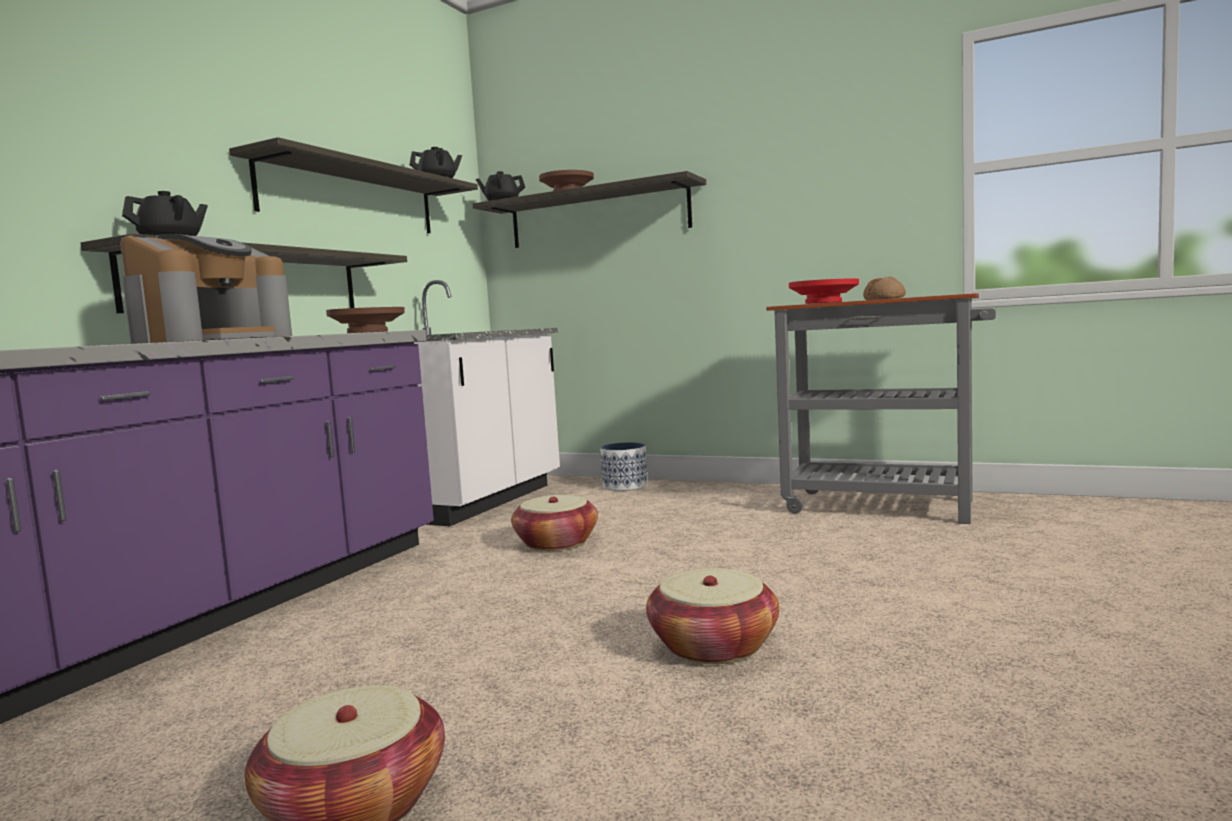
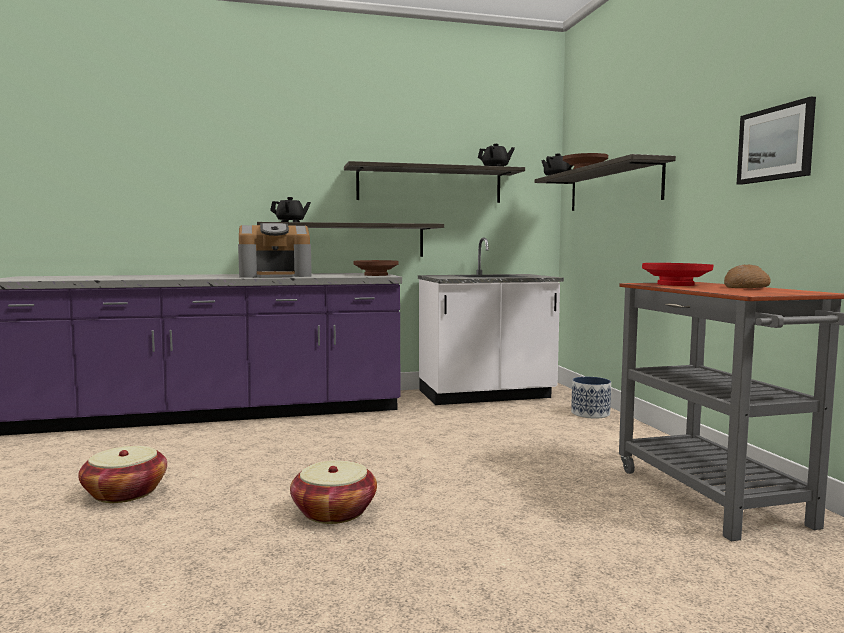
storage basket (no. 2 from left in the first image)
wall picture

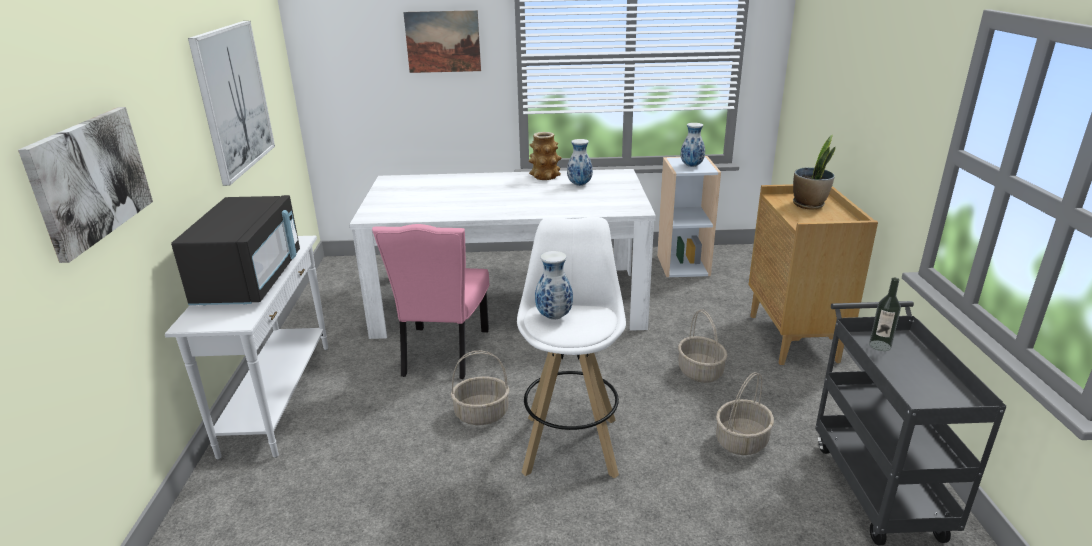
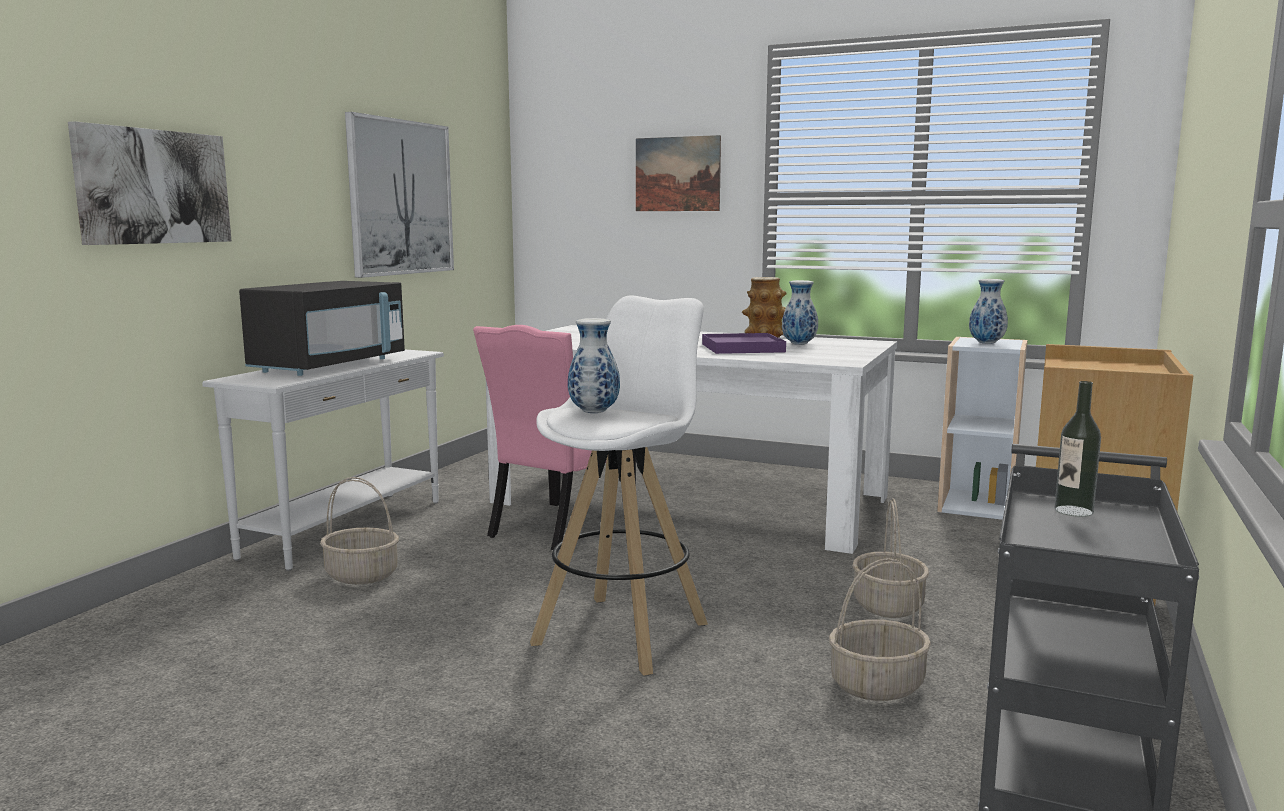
potted plant
storage basket (no. 1 from left)
purple-coloured tray

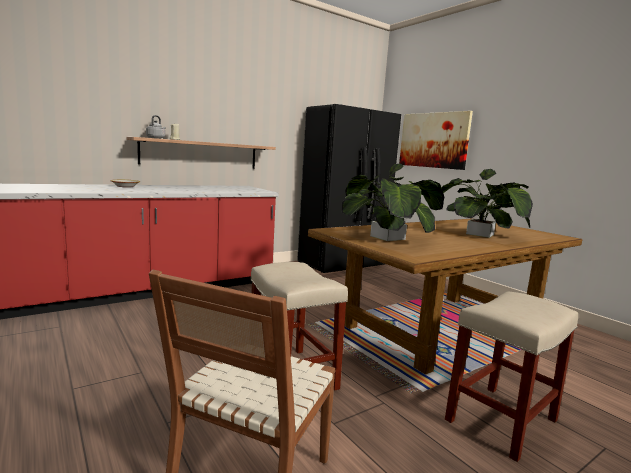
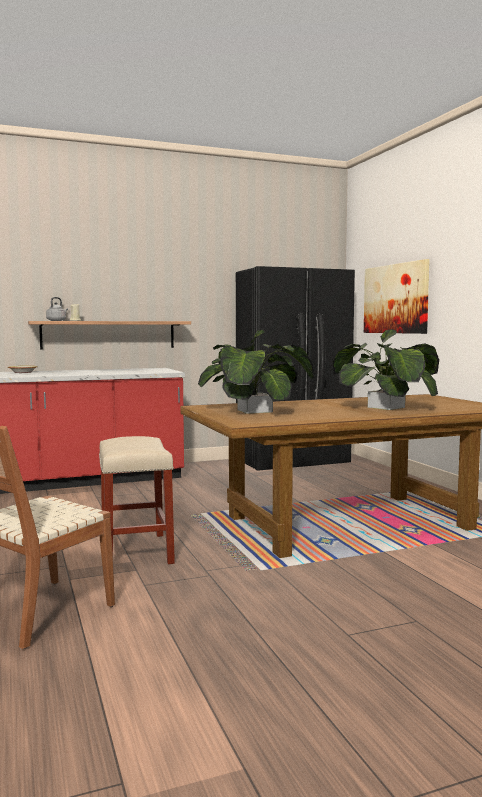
beige stool (no. 2 from left in the first image)

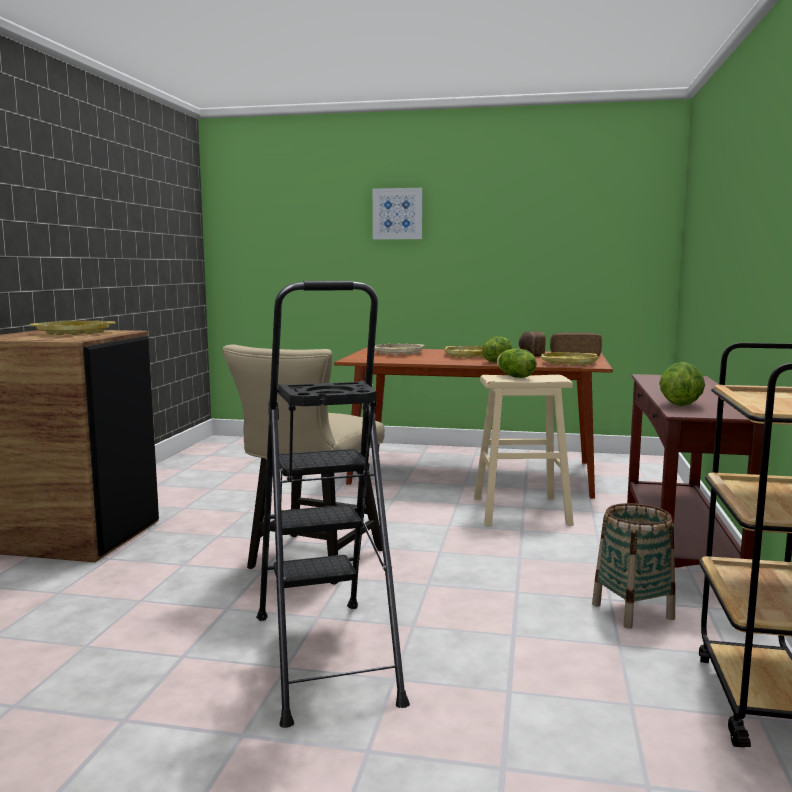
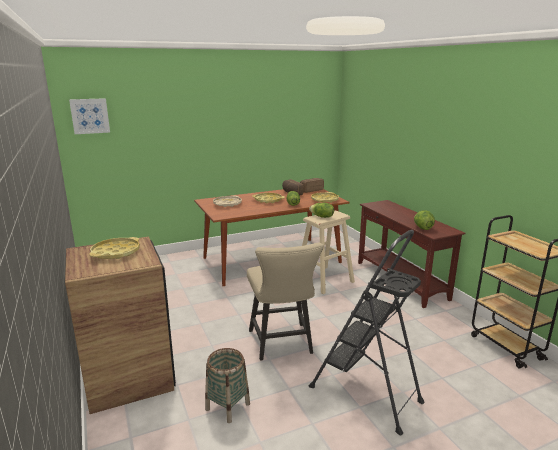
wall picture
storage basket

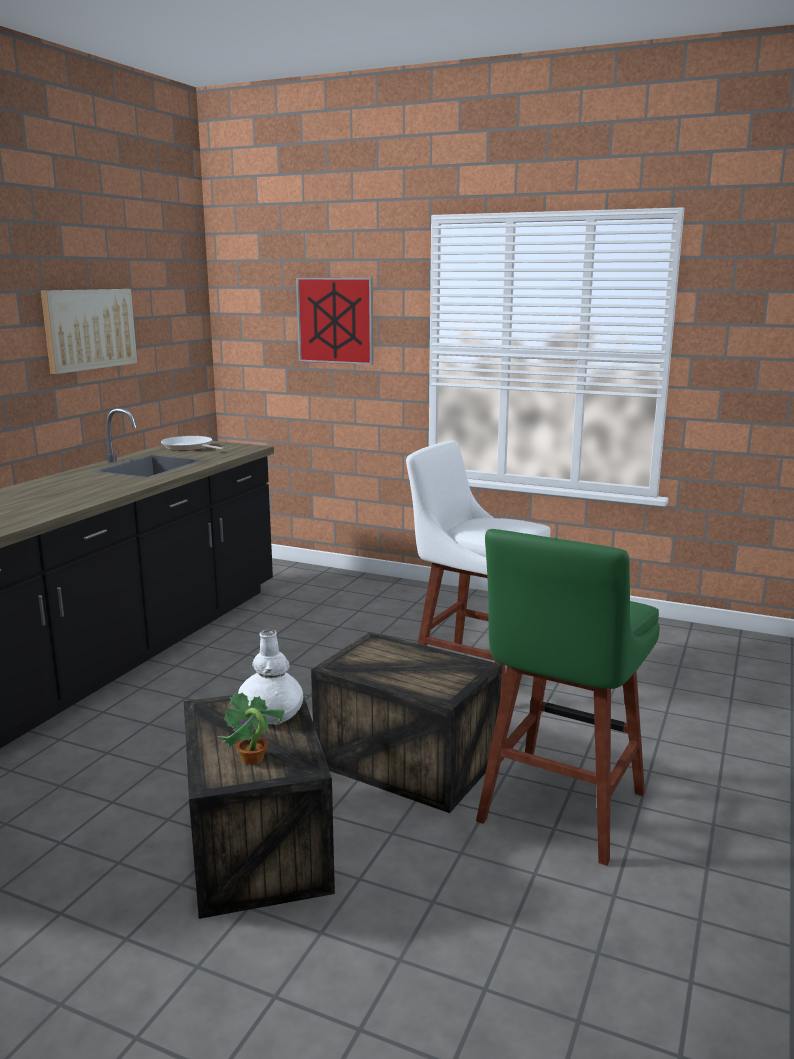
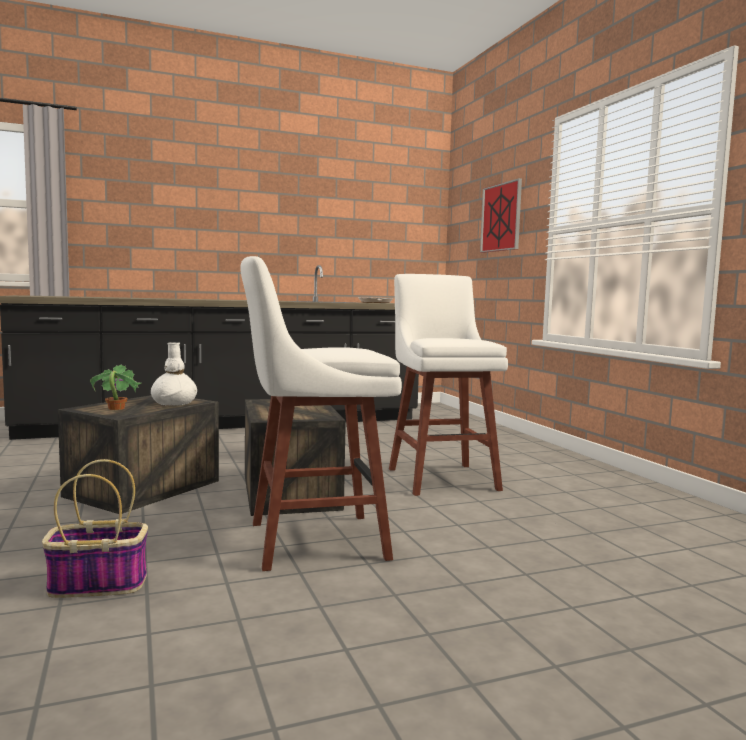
wall picture (no. 1 from left in the first image)
white stool (no. 1 from left)
storage basket

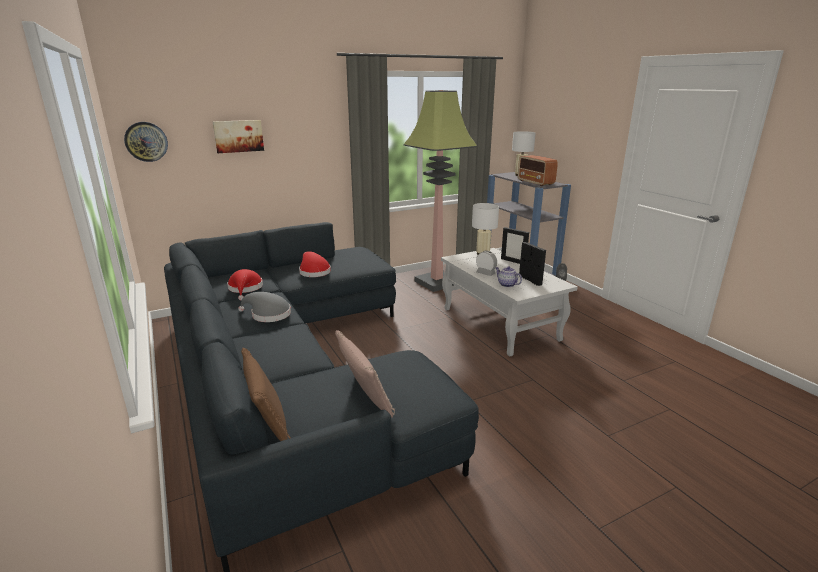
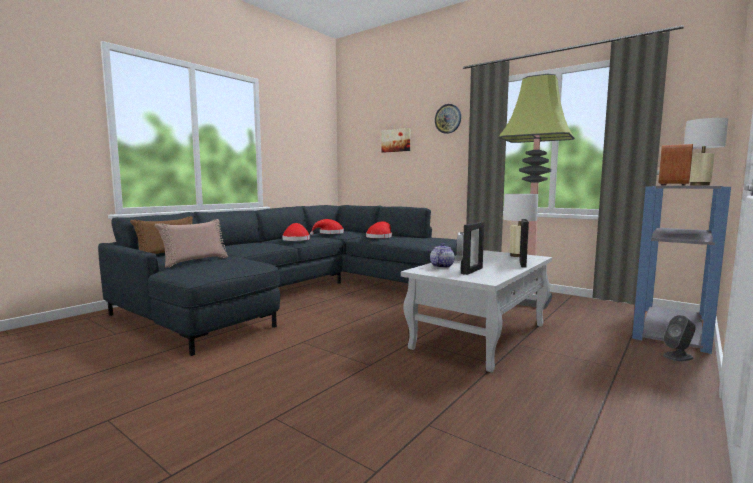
hanging clock
reddish hat (no. 1 from left)

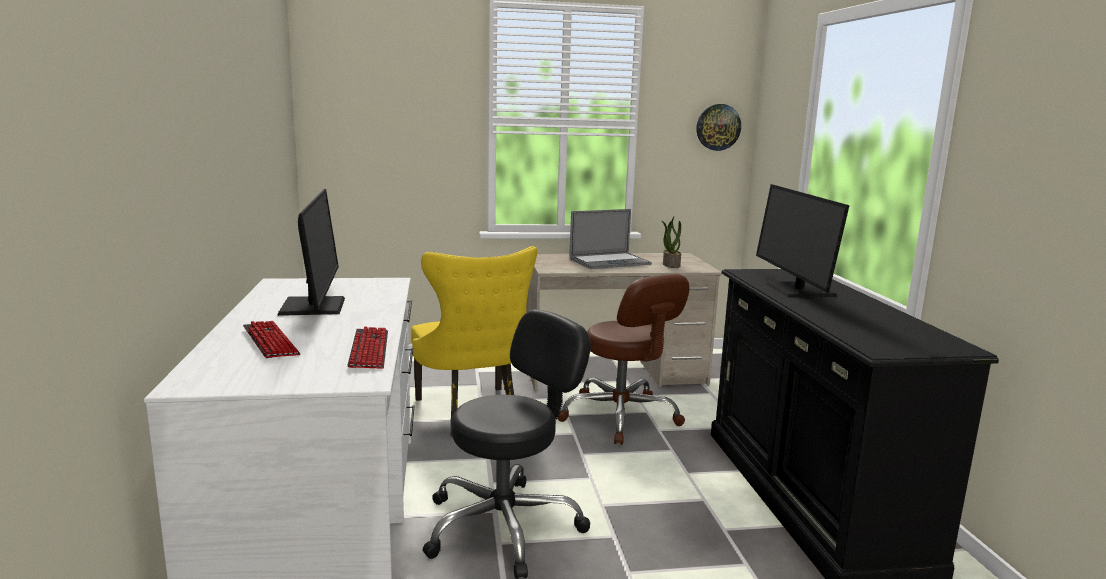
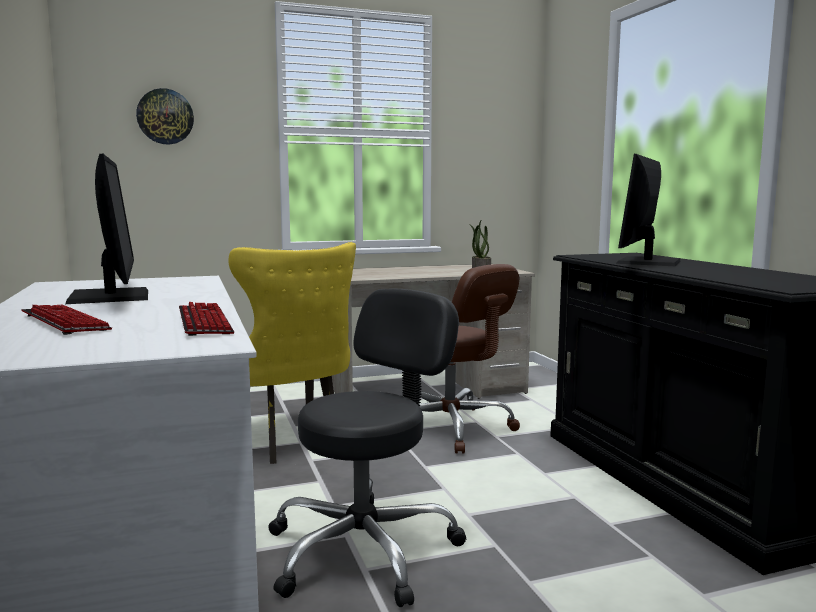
hanging clock
monitor (no. 2 from left)
laptop

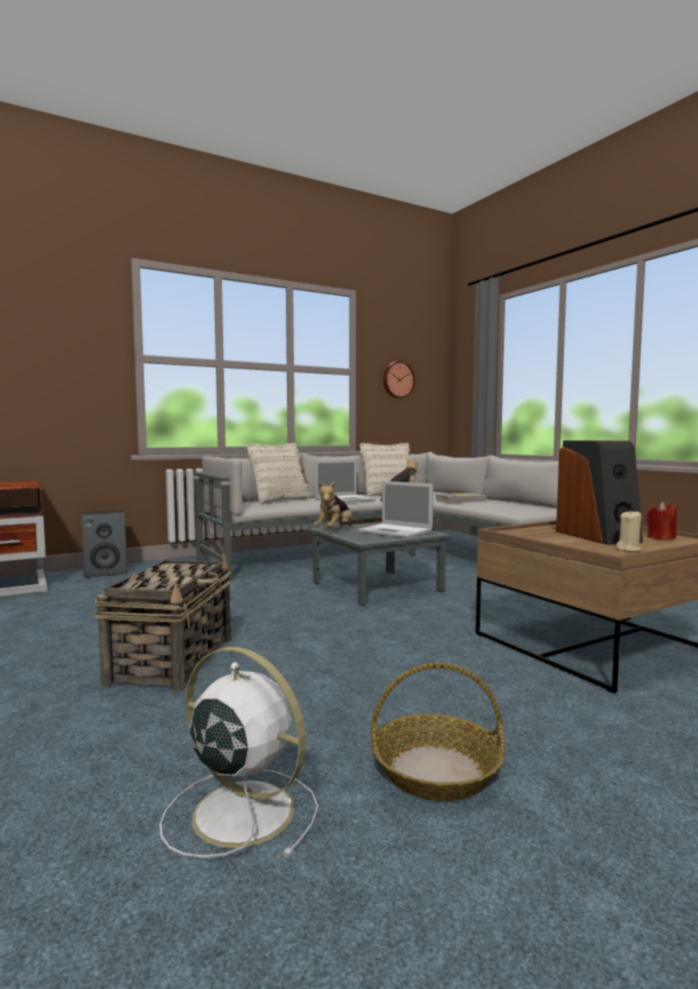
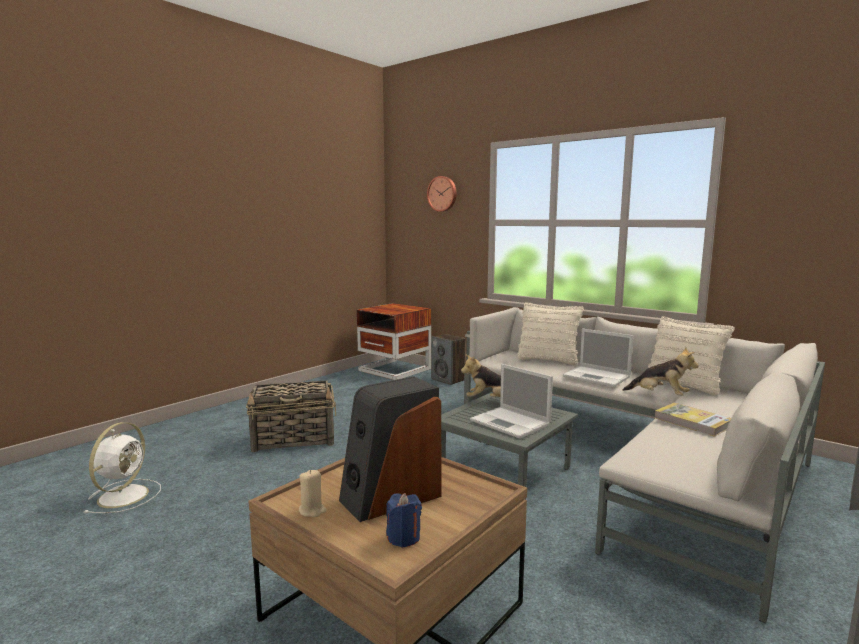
hanging clock
laptop (no. 1 from left)
bluish candle
storage basket (no. 2 from left in the first image)

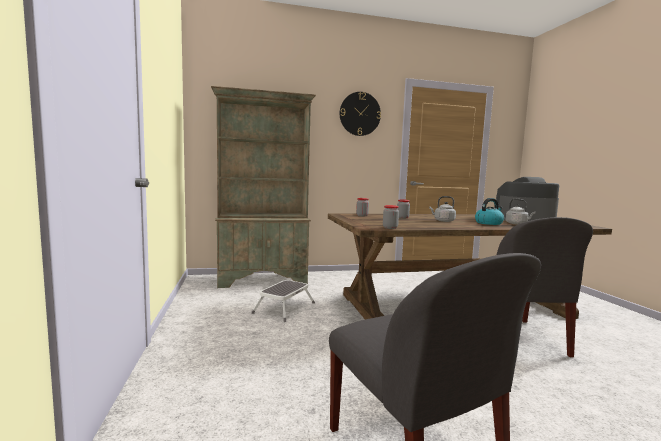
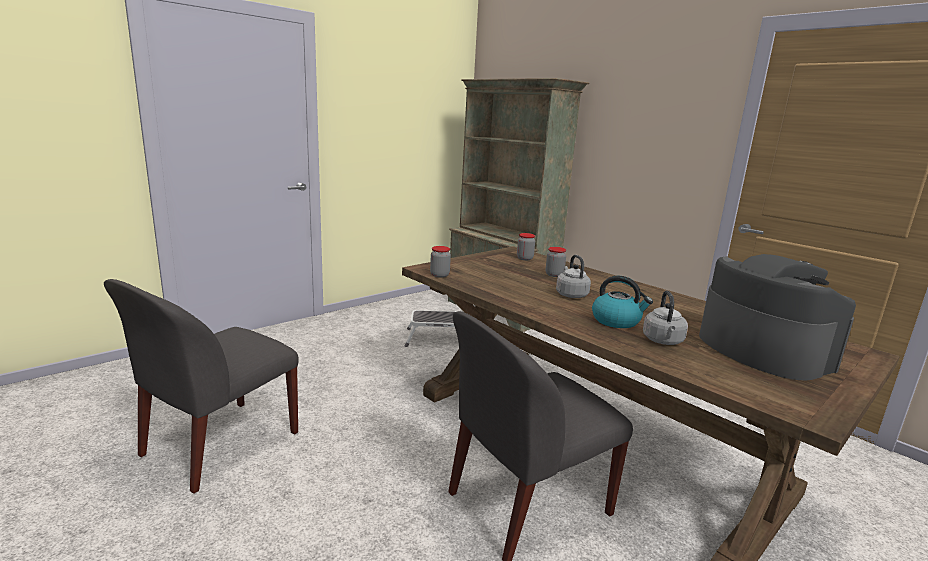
hanging clock

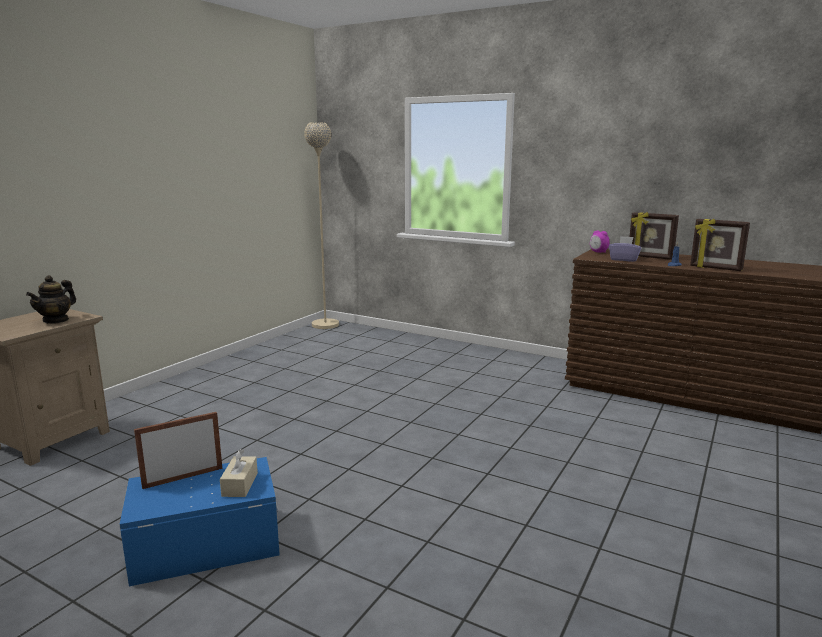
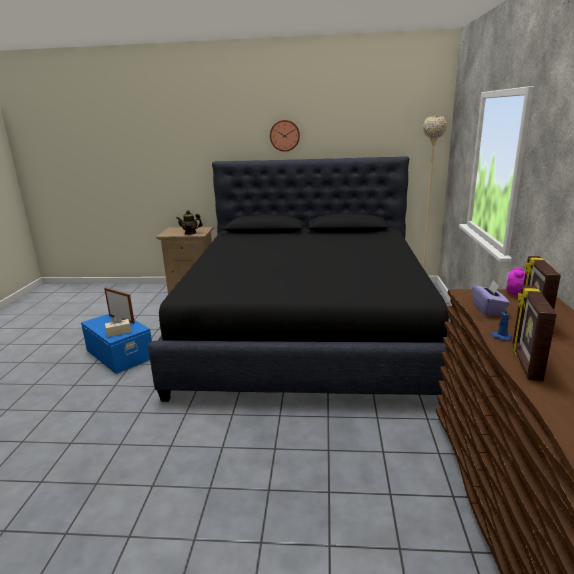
hanging clock
blackish sleeping bed

